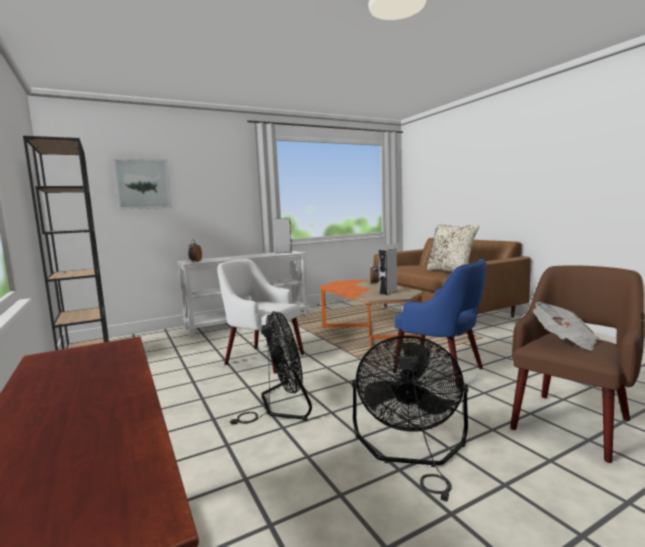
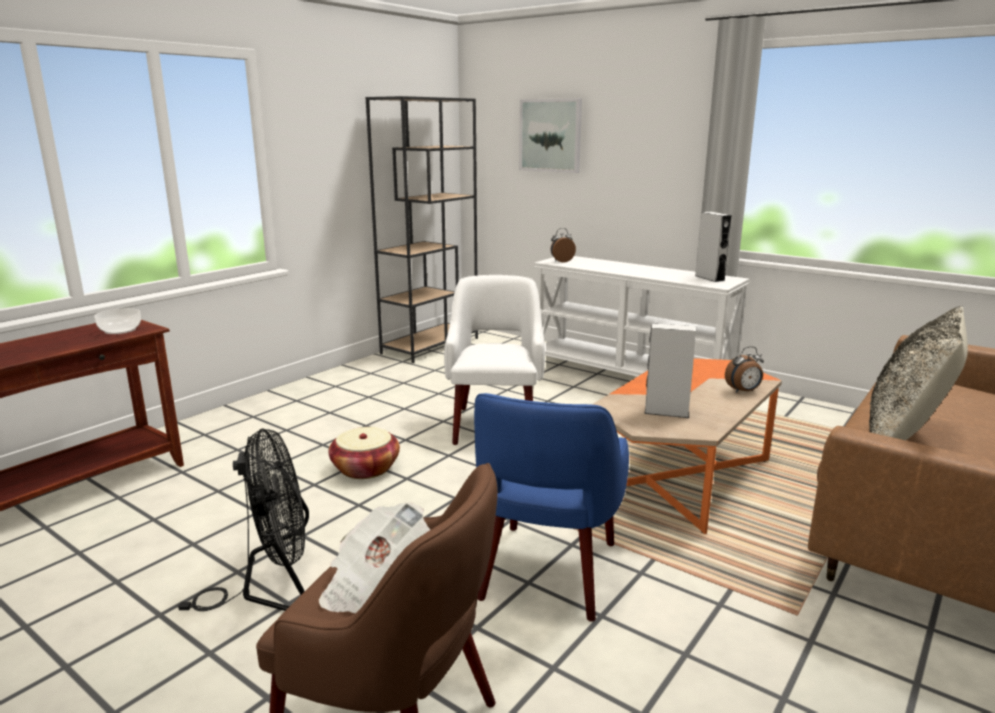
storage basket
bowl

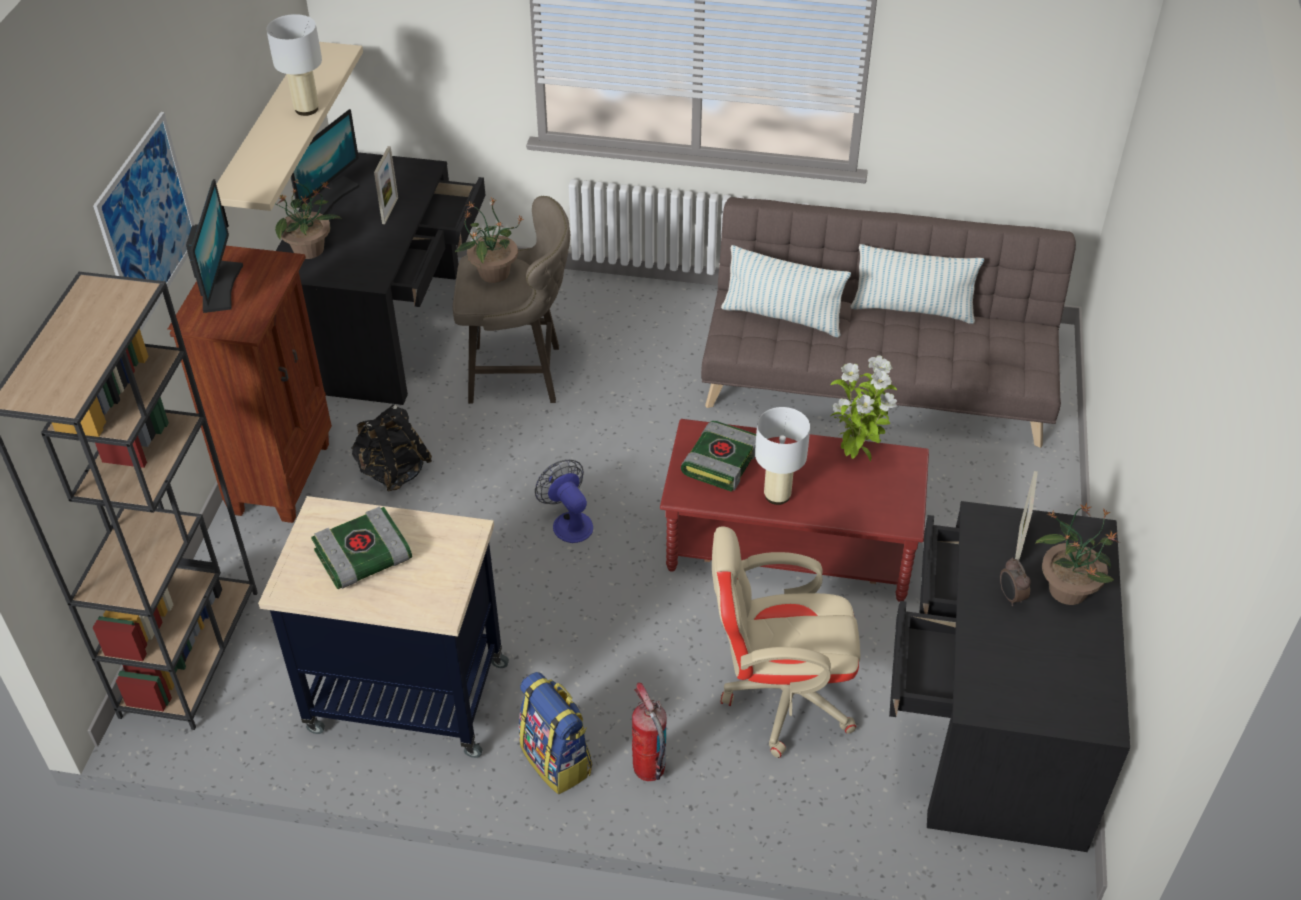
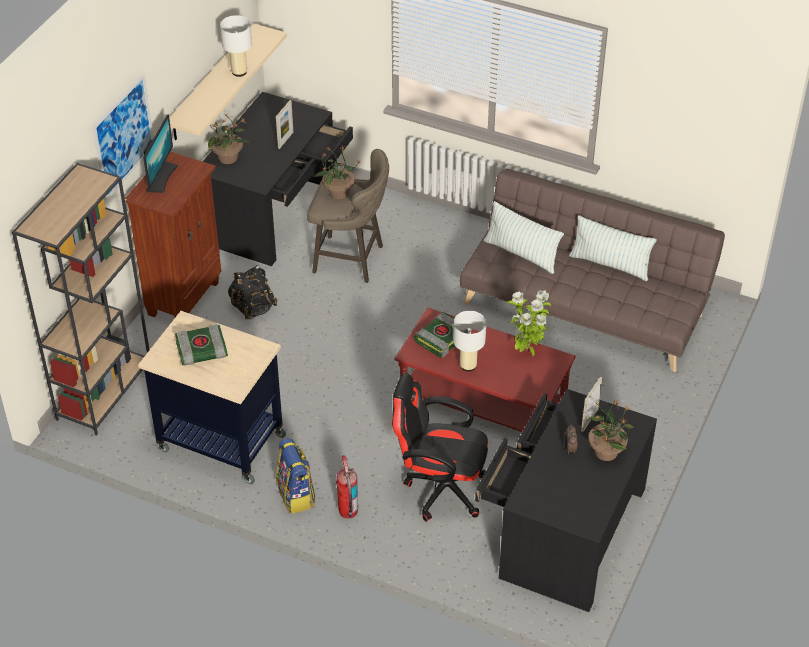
monitor (no. 2 from left in the first image)
cooling fan
blackish desk chair

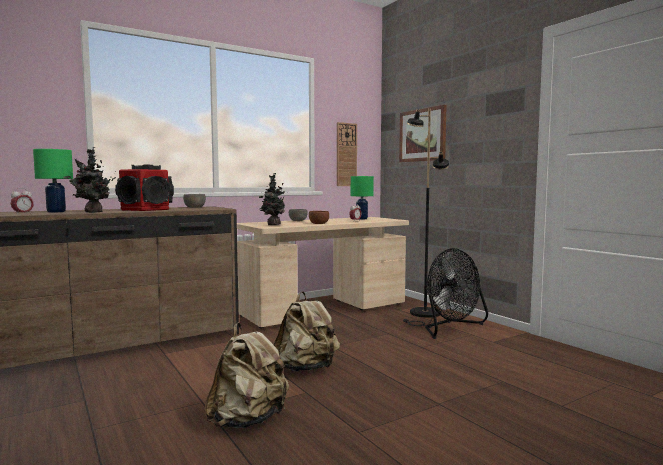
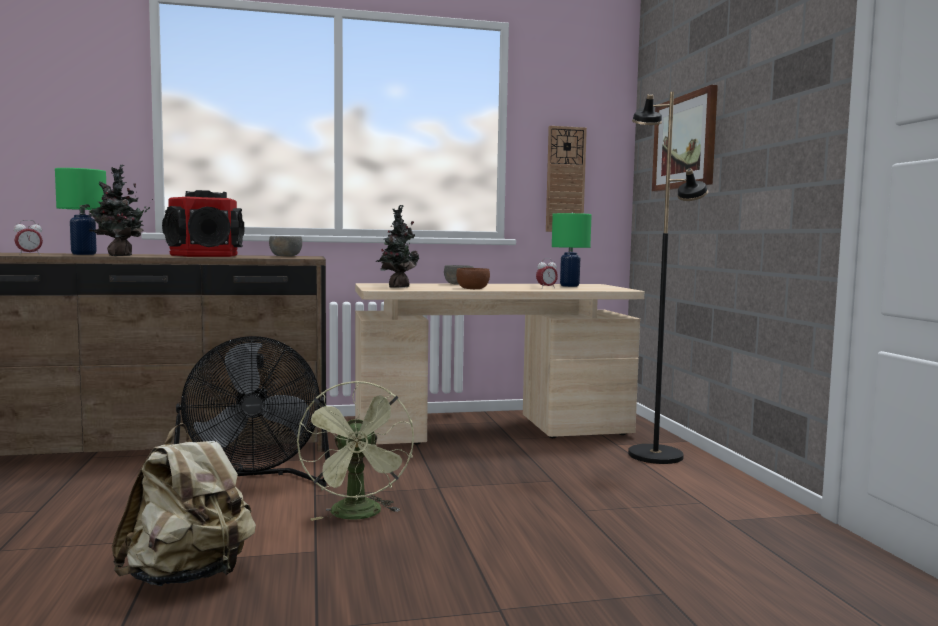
blackish cooling fan
greenish cooling fan

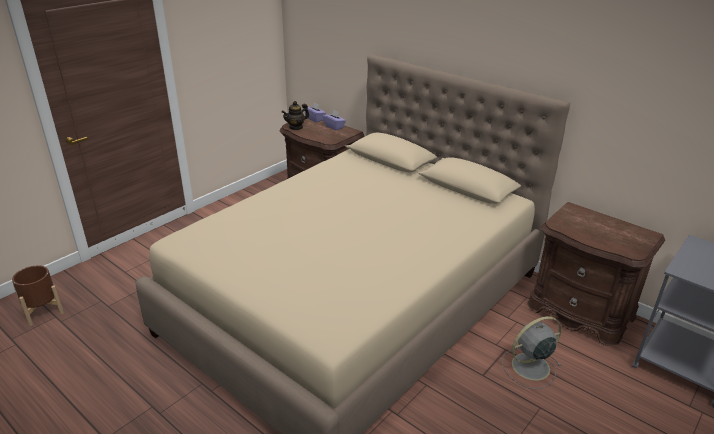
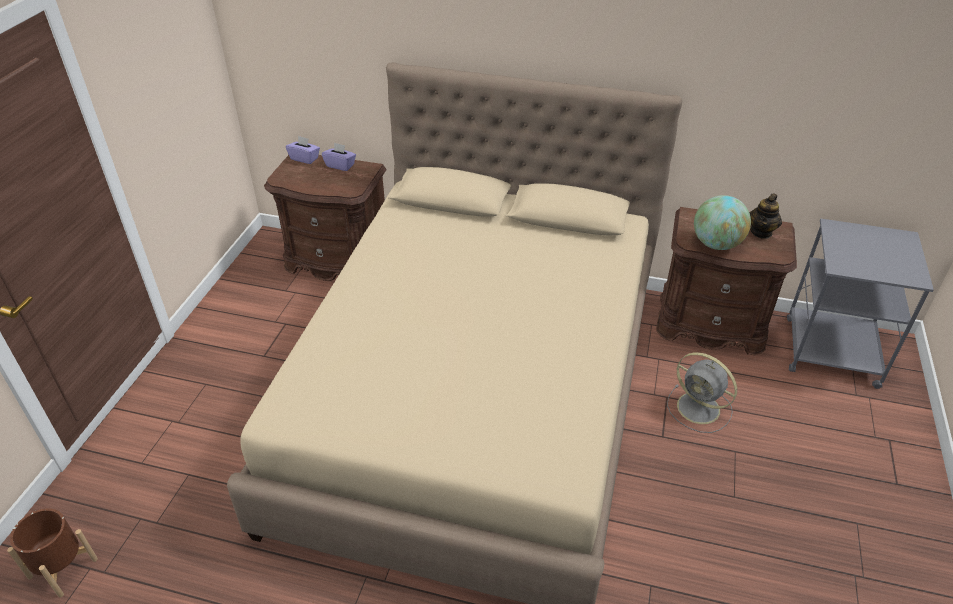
tea pot
greyish cooling fan
globe

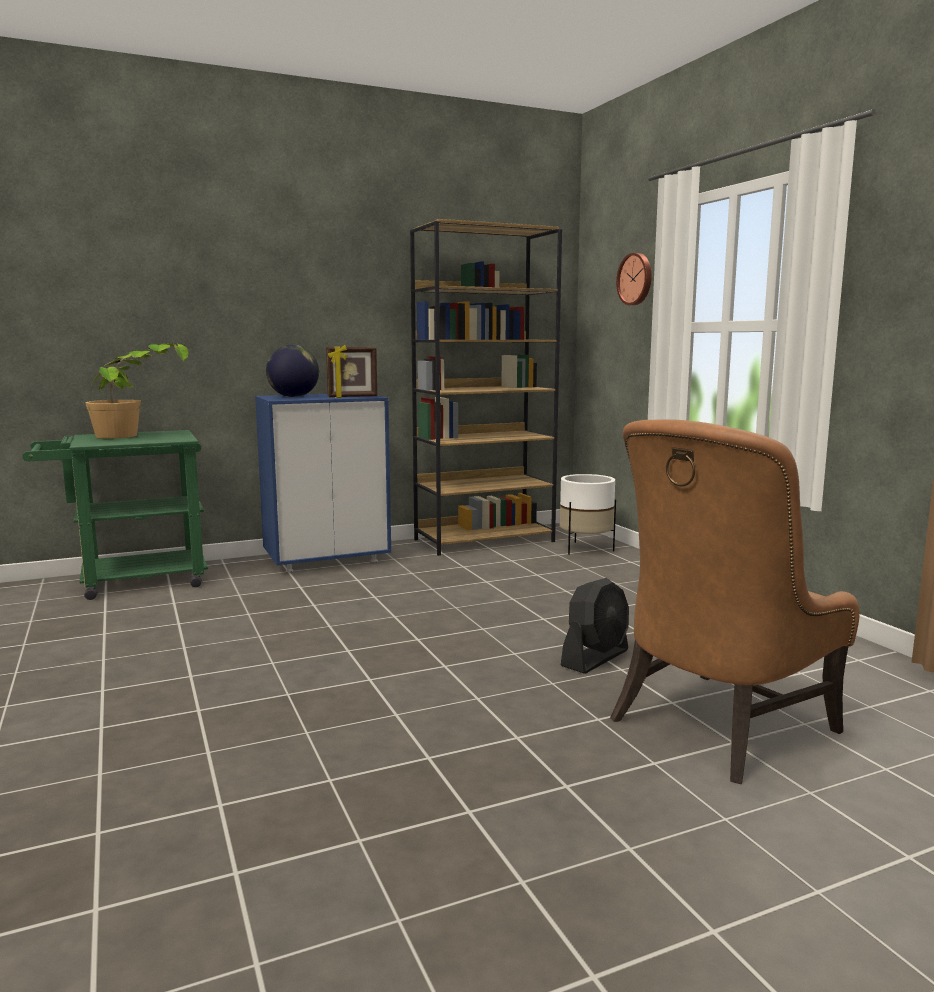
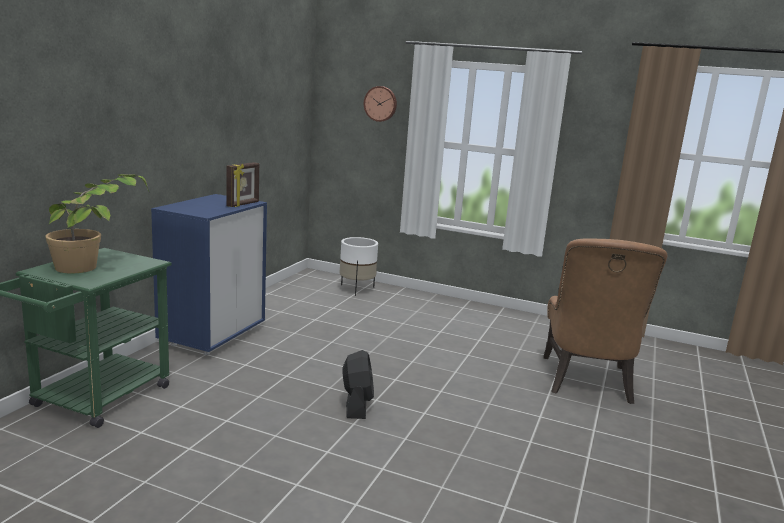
brown-coloured bookcase
globe
blackish cooling fan

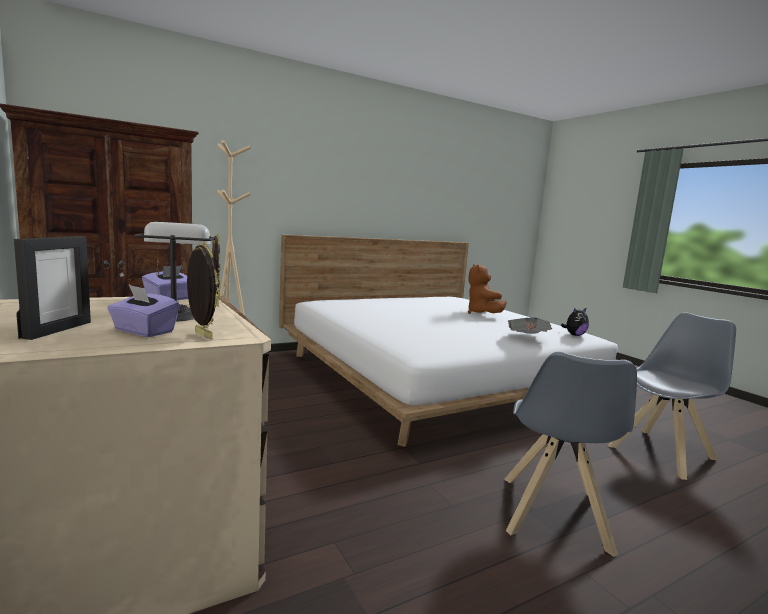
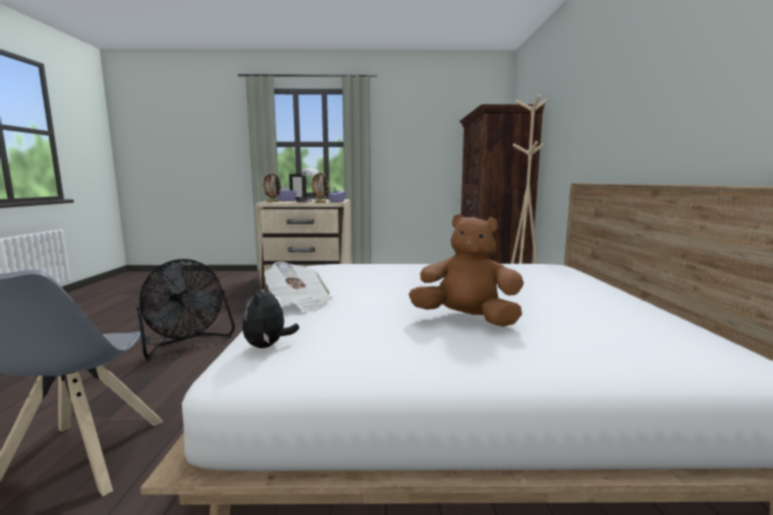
blackish cooling fan

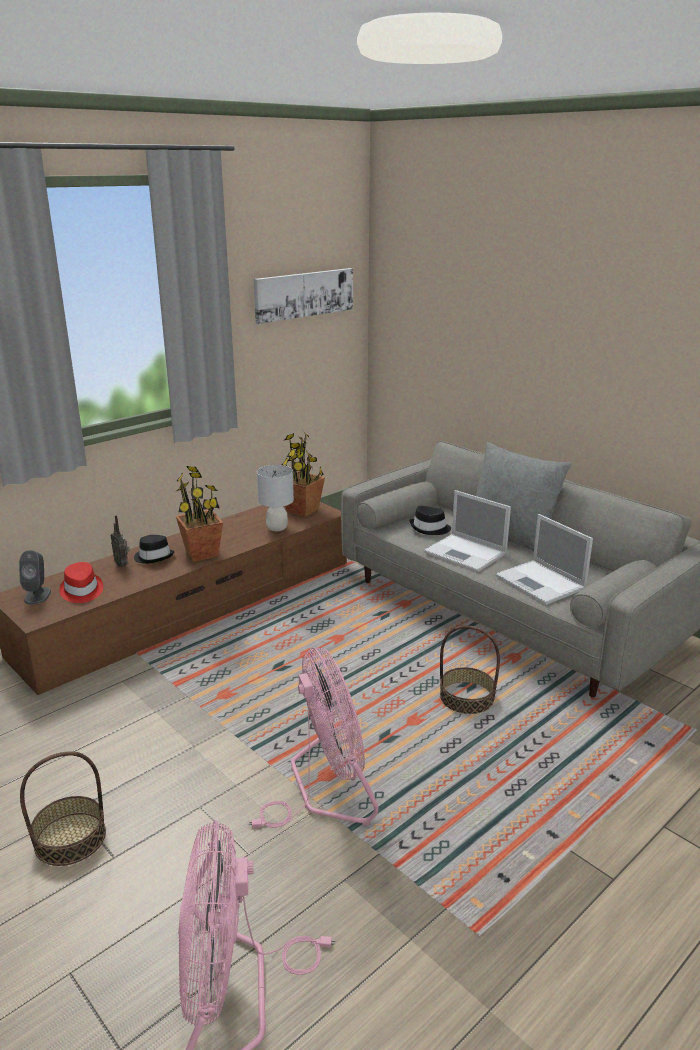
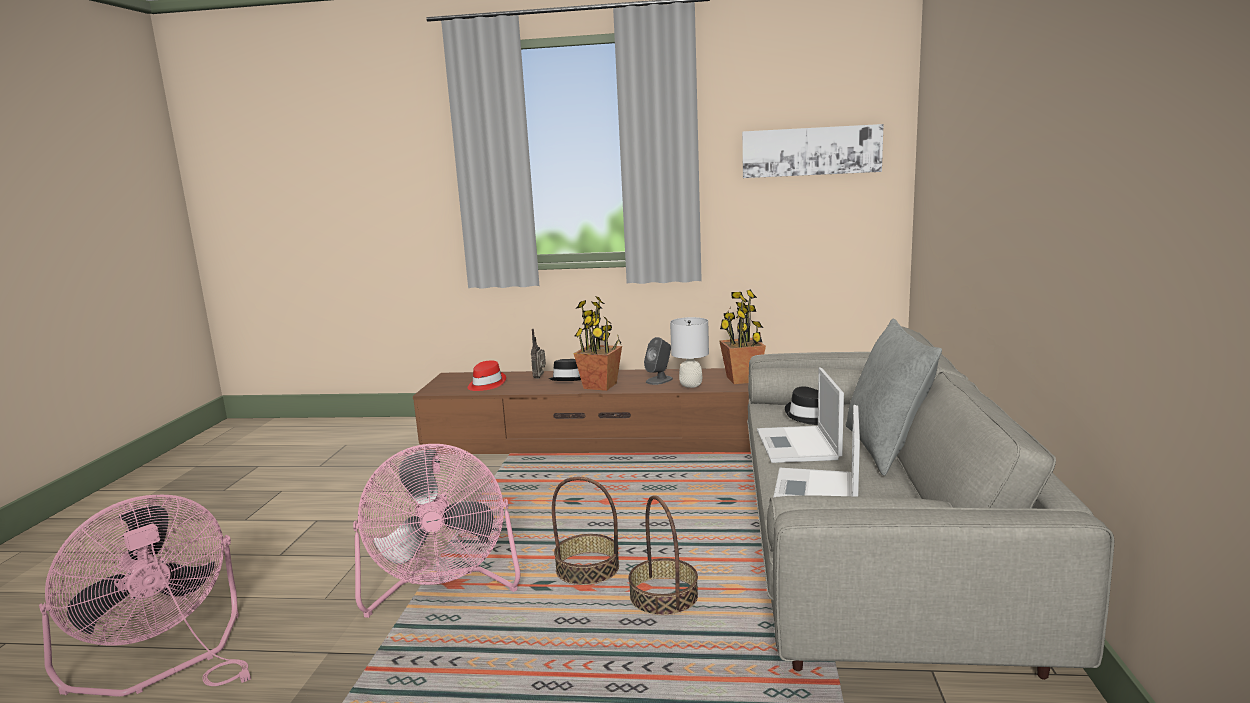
greyish speaker
pinkish cooling fan (no. 2 from left)
storage basket (no. 1 from left)

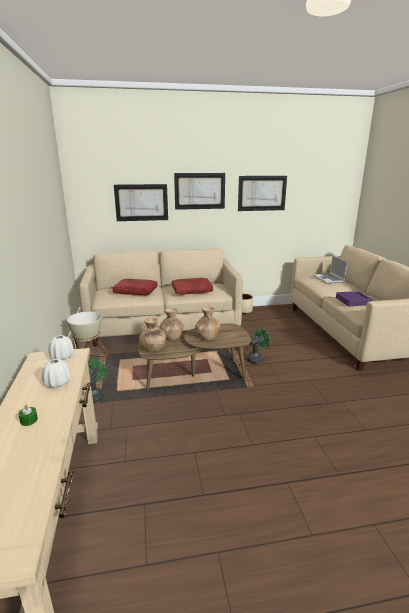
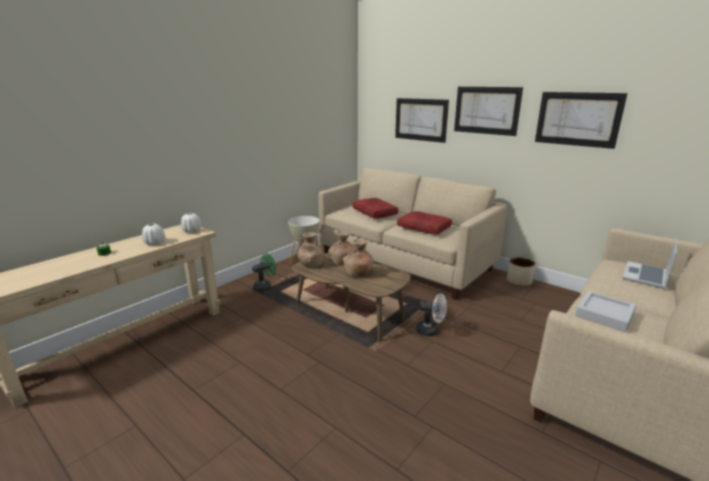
greyish tray
white cooling fan

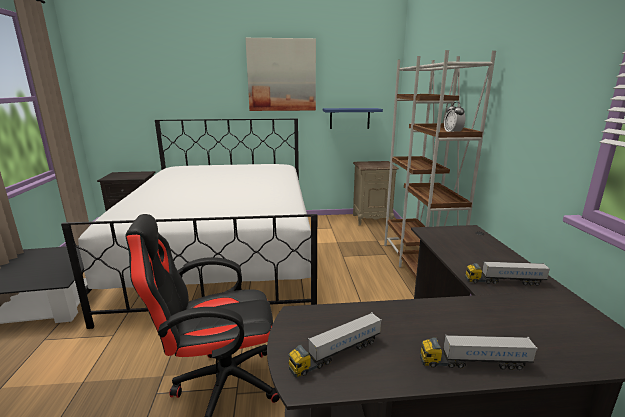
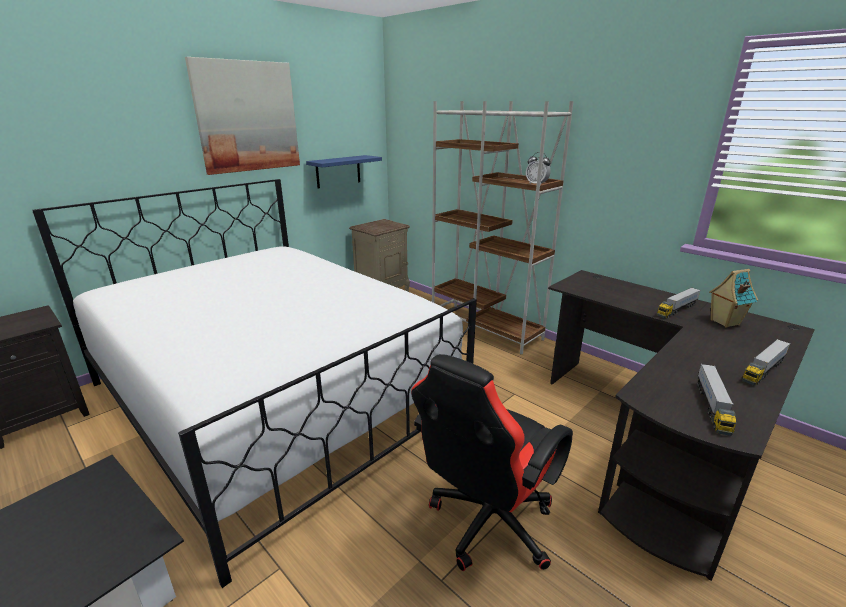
model house

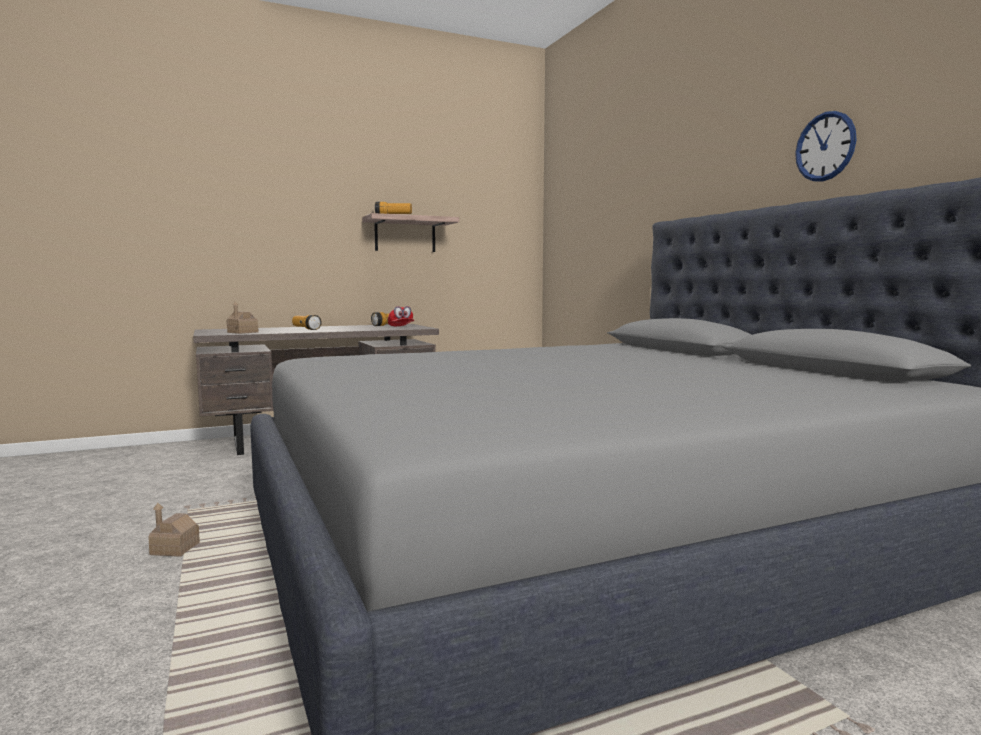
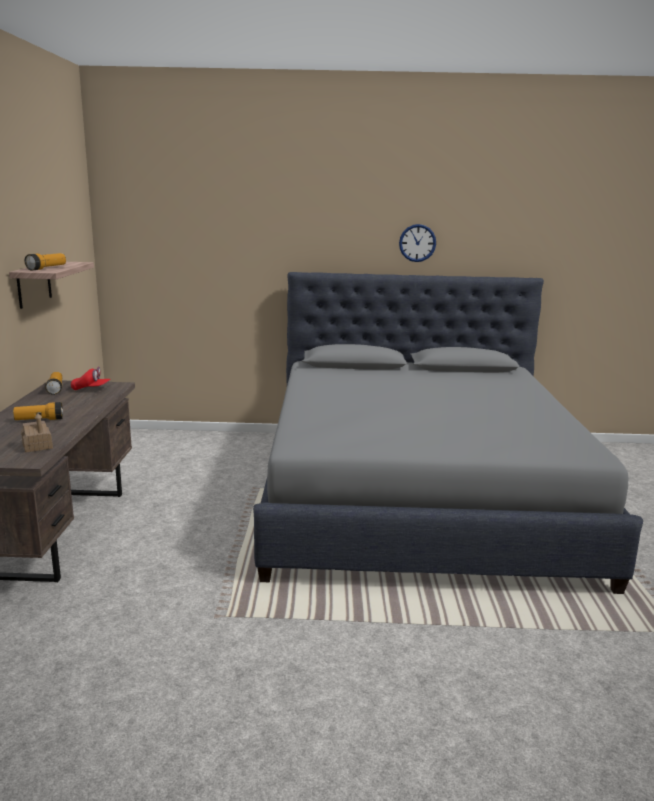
model house (no. 1 from left in the first image)

